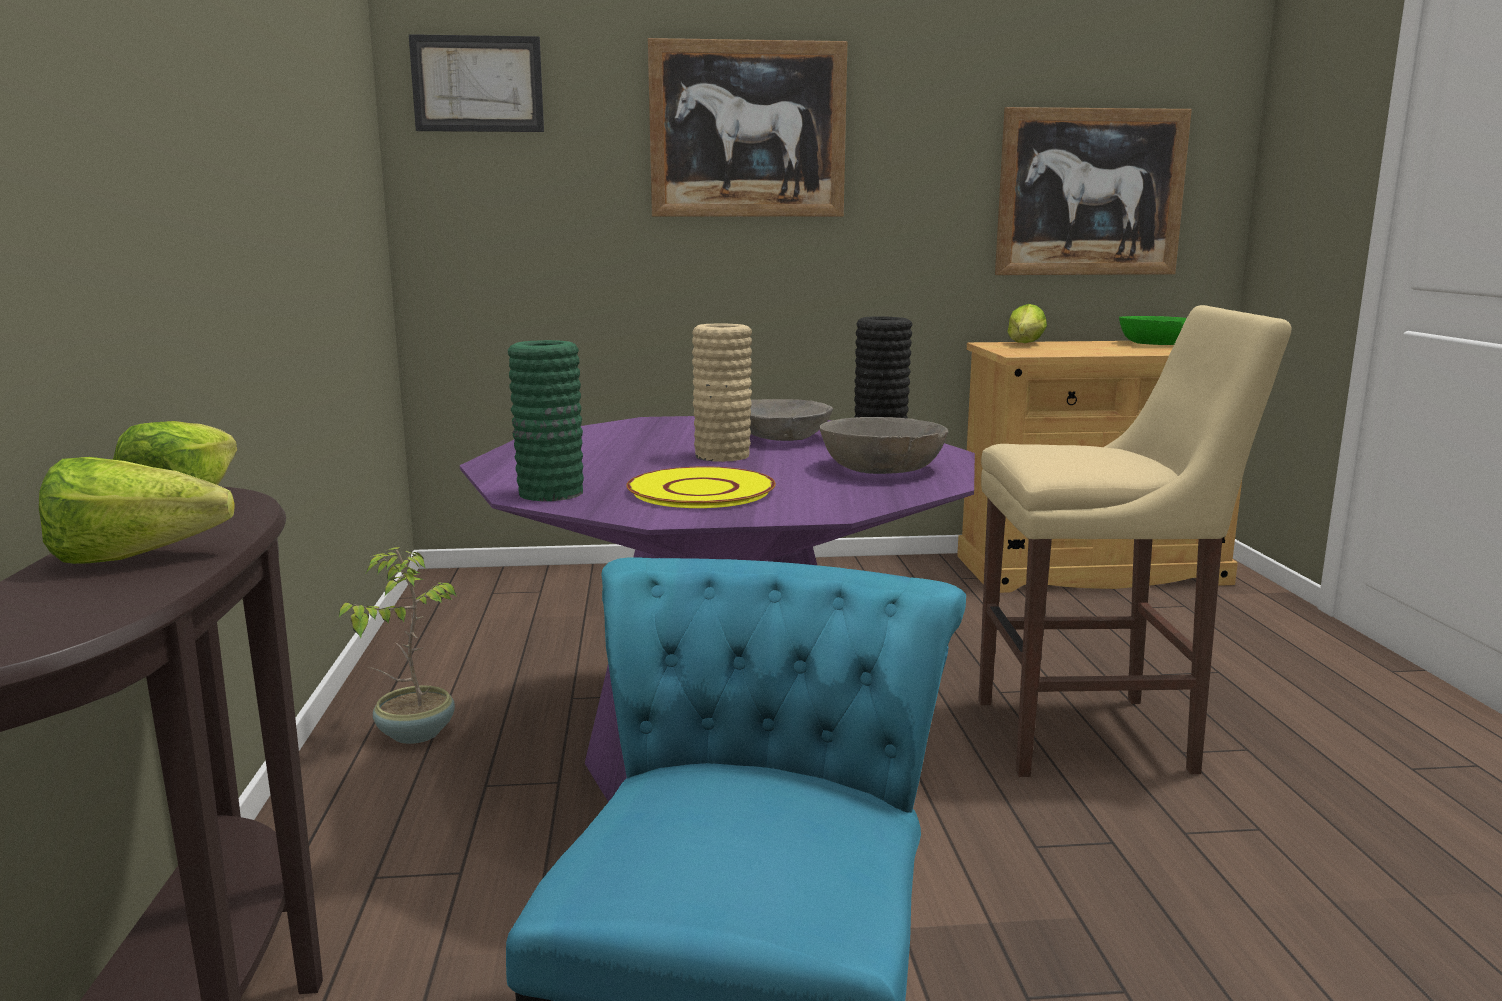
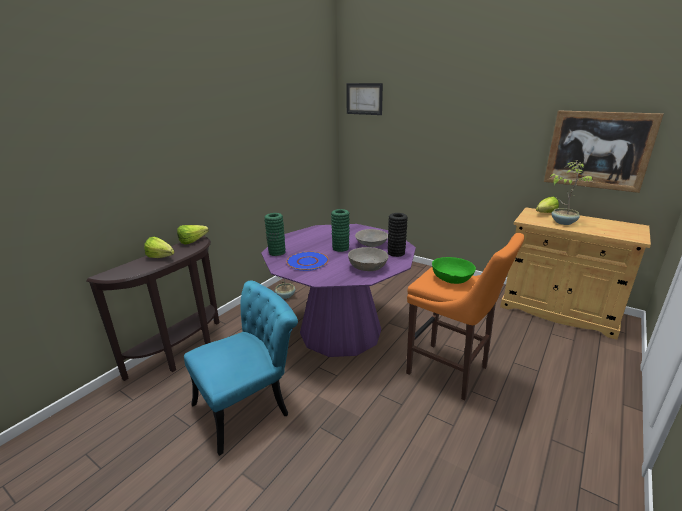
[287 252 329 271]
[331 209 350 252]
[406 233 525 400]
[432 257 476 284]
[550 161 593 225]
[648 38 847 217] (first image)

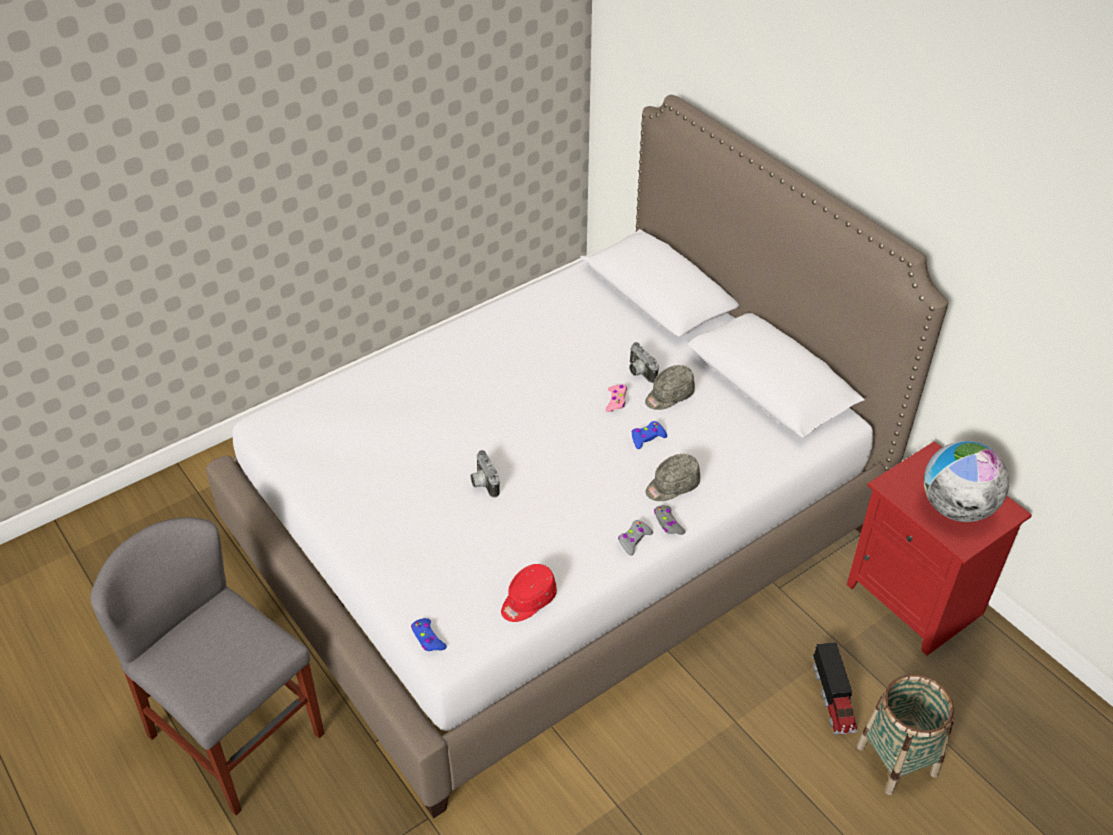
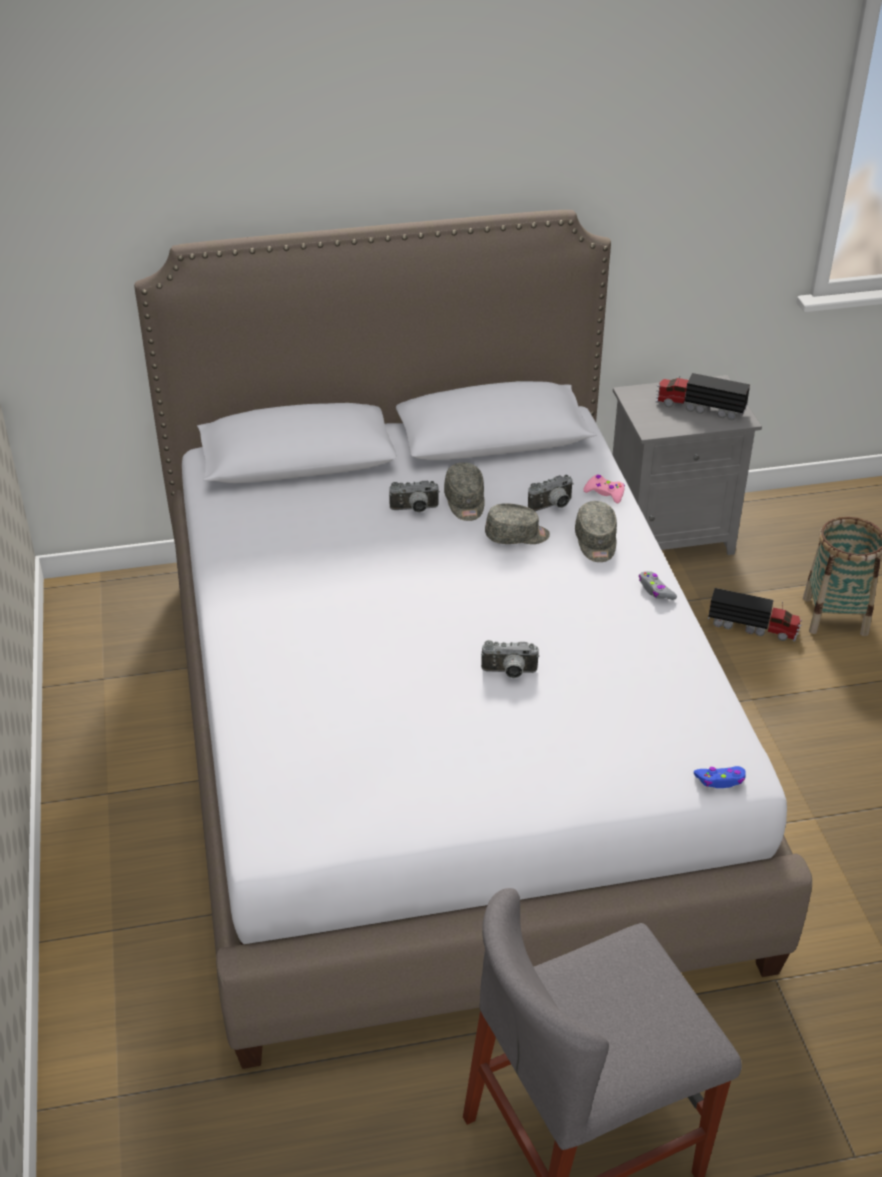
[485 503 550 544]
[528 474 574 511]
[583 475 625 503]
[613 375 762 555]
[655 373 750 420]
[501 564 557 622] (first image)
[654 505 685 535] (first image)

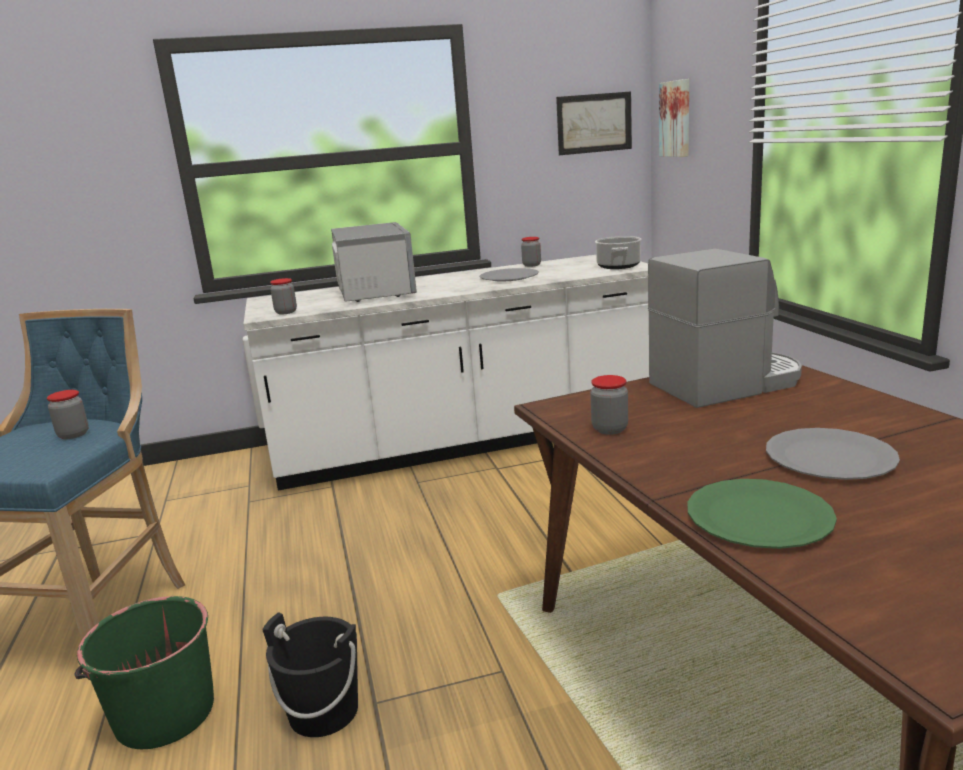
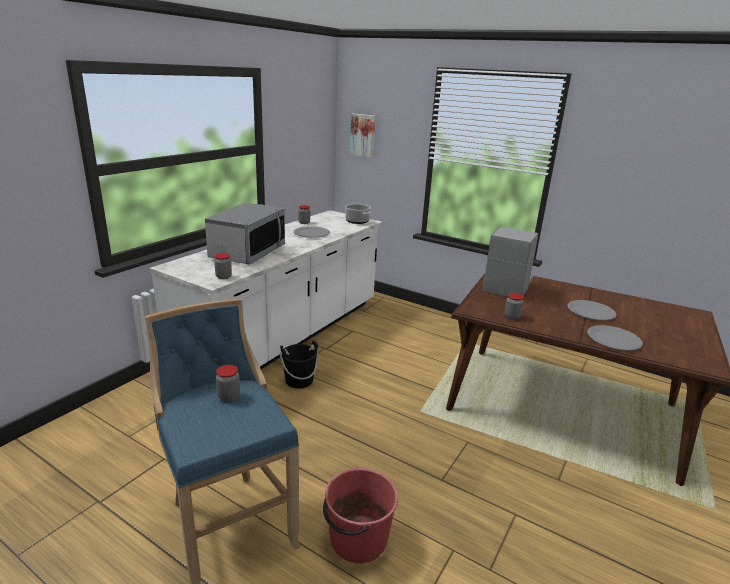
[205 202 285 265]
[280 341 318 388]
[323 468 398 563]
[587 325 643 351]
[556 92 632 155] (first image)

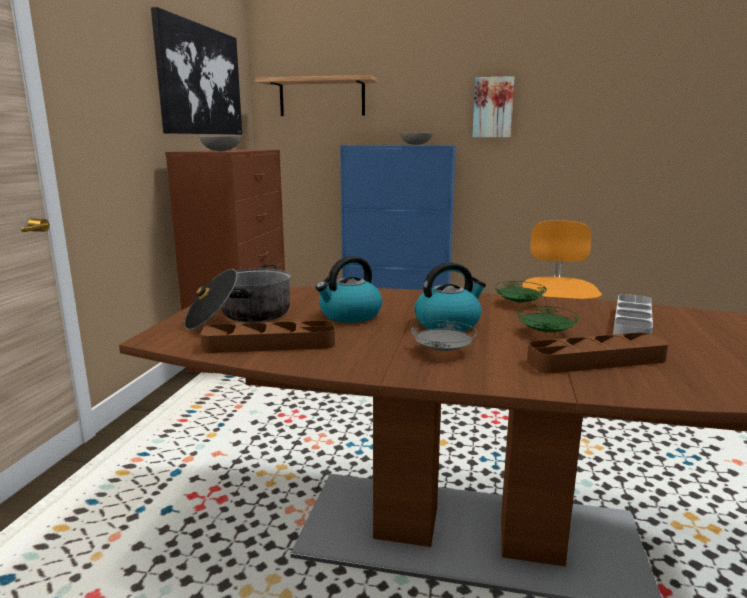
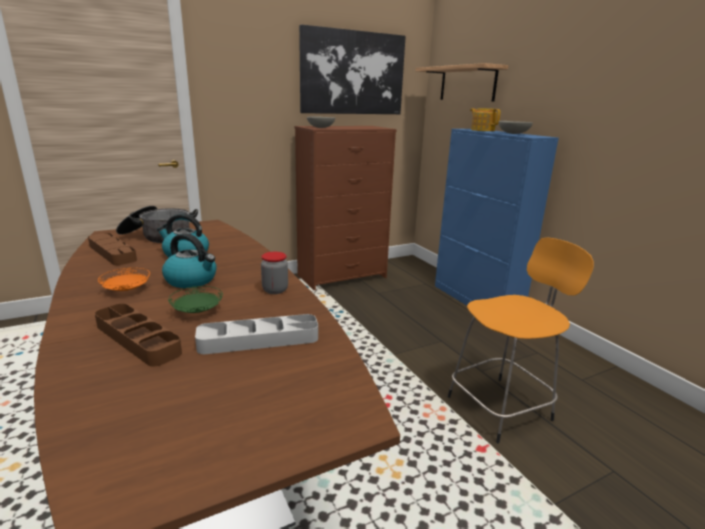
[98 268 150 291]
[261 252 288 294]
[470 108 500 131]
[472 76 515 137] (first image)

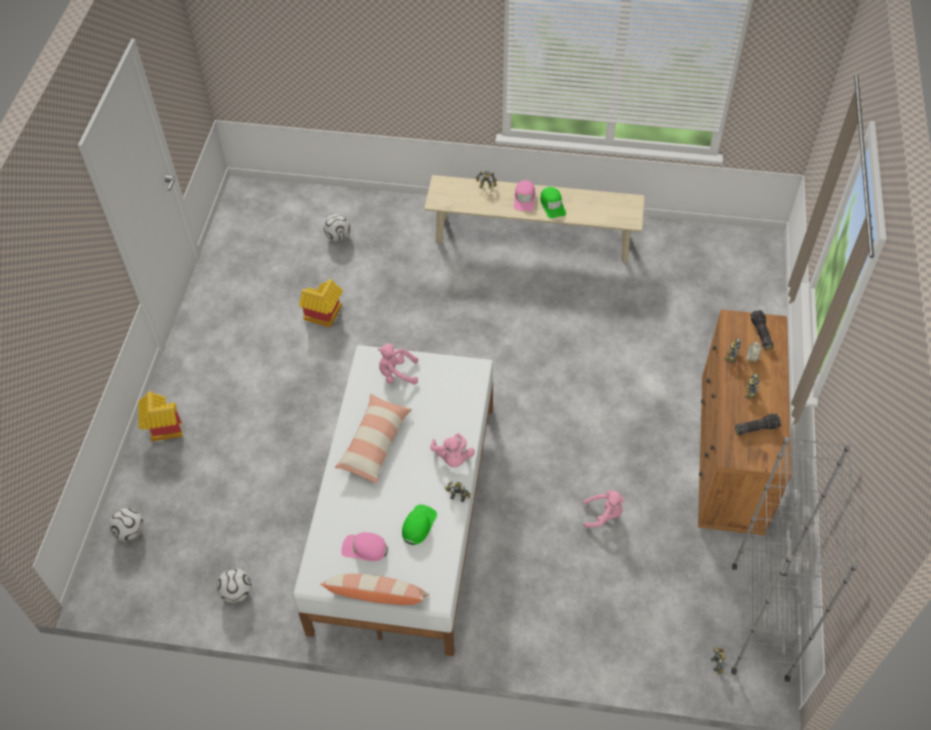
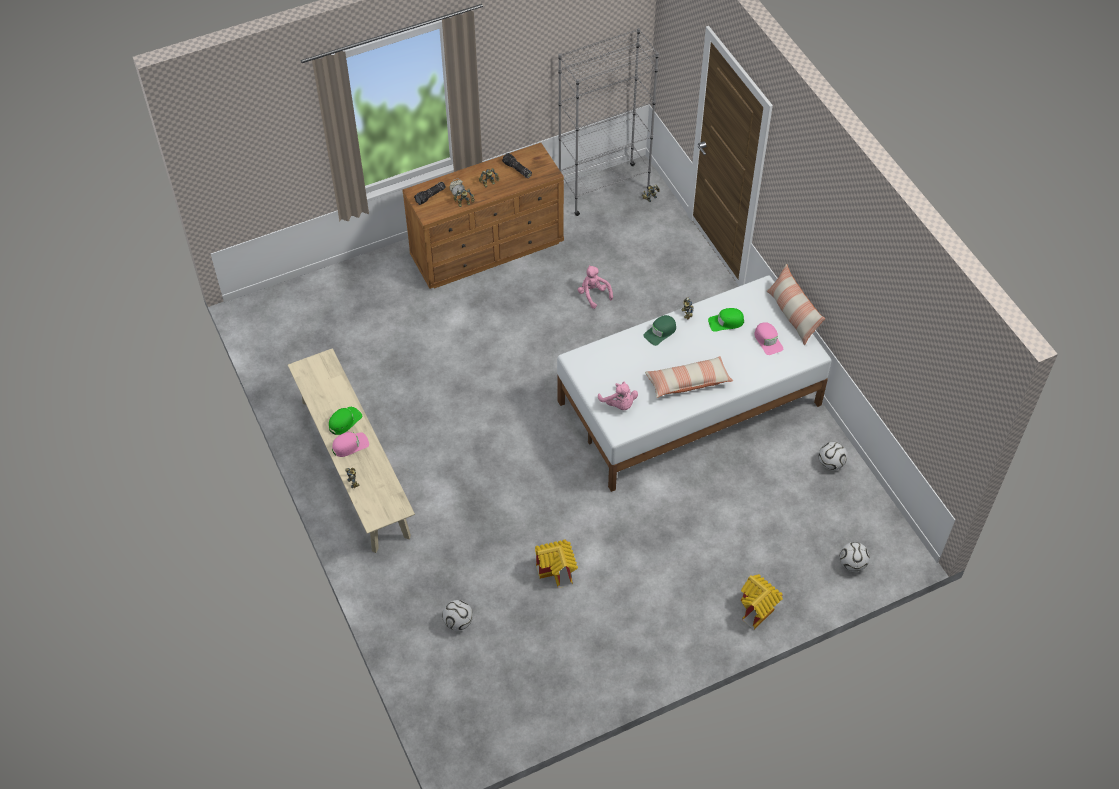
[643 315 676 346]

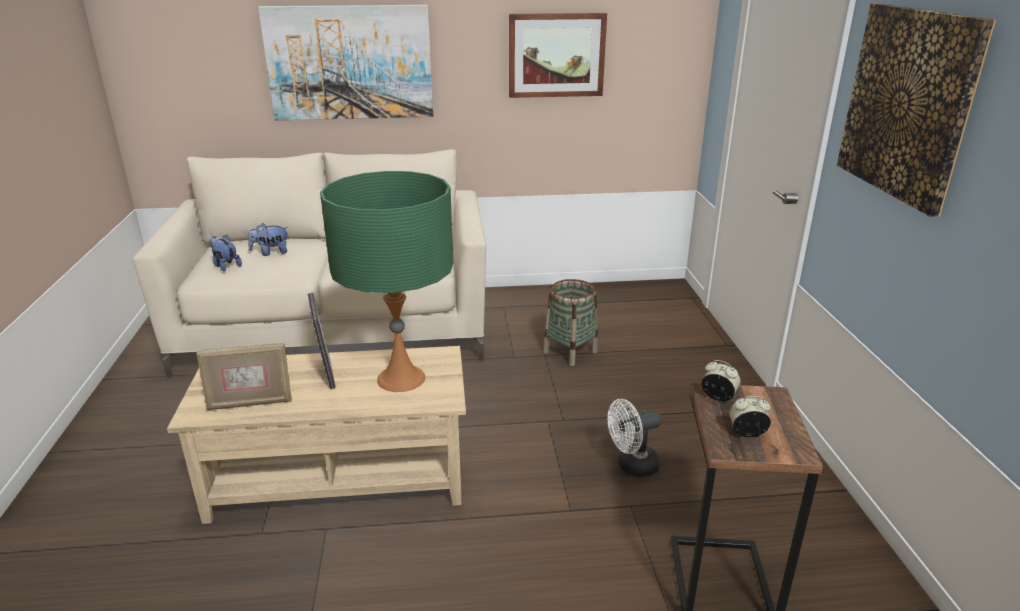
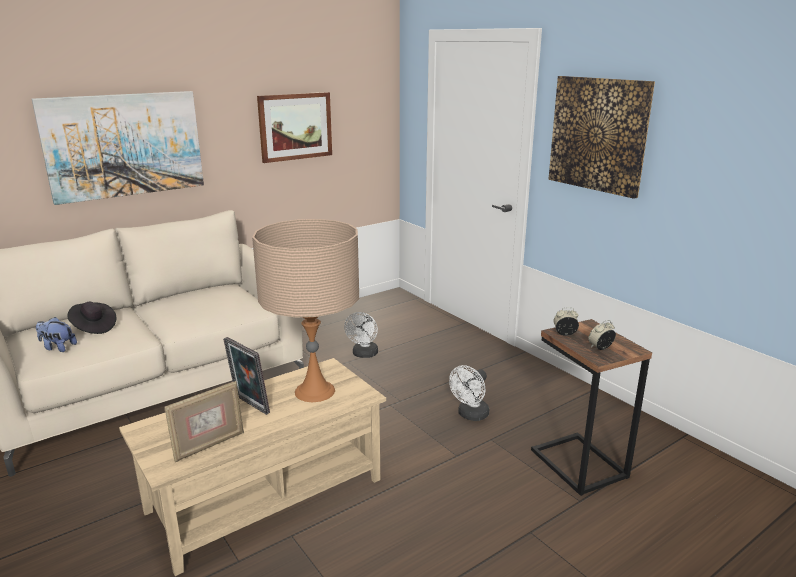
[67 302 116 334]
[252 219 359 402]
[344 312 378 358]

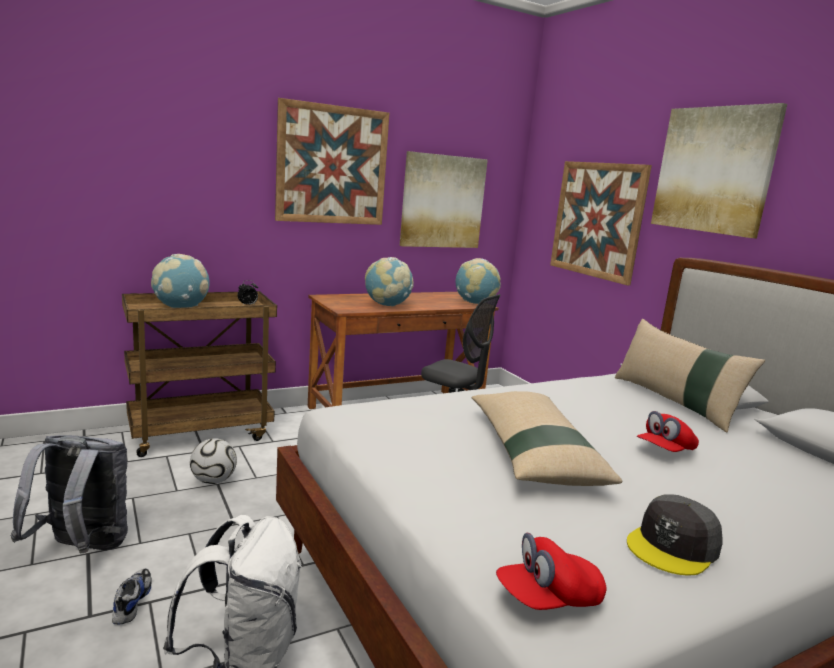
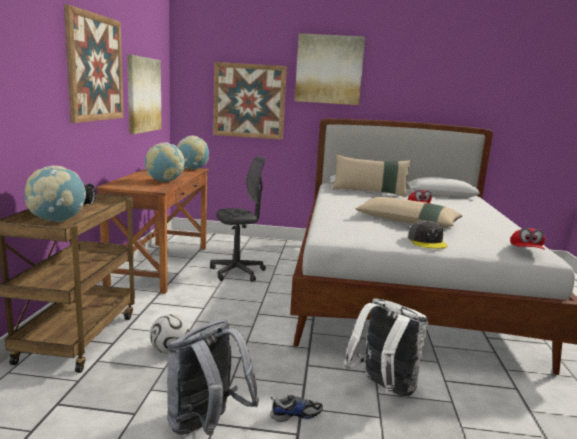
[270 395 323 422]
[408 220 448 249]

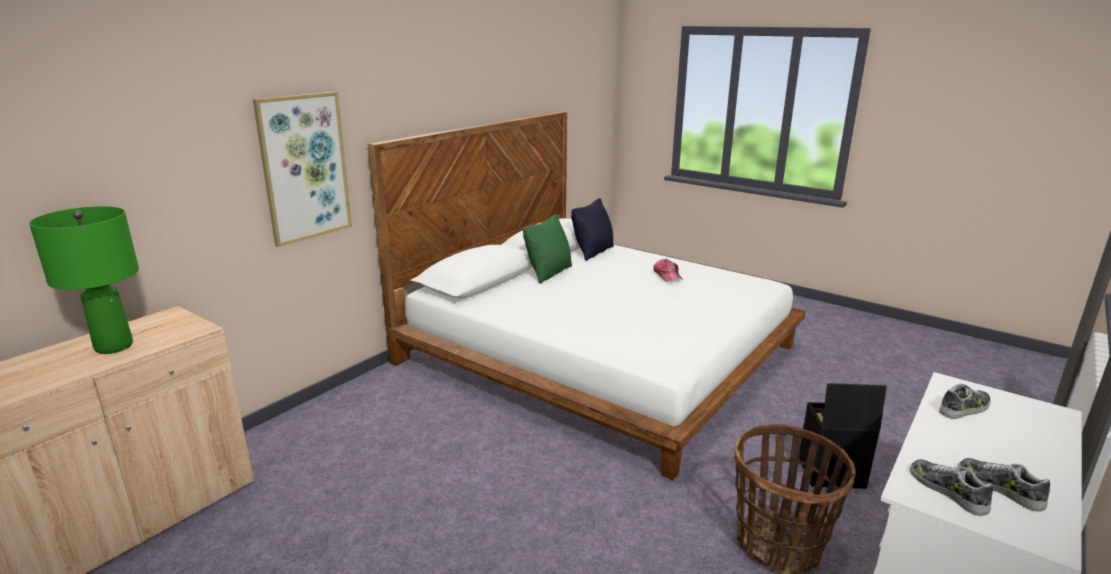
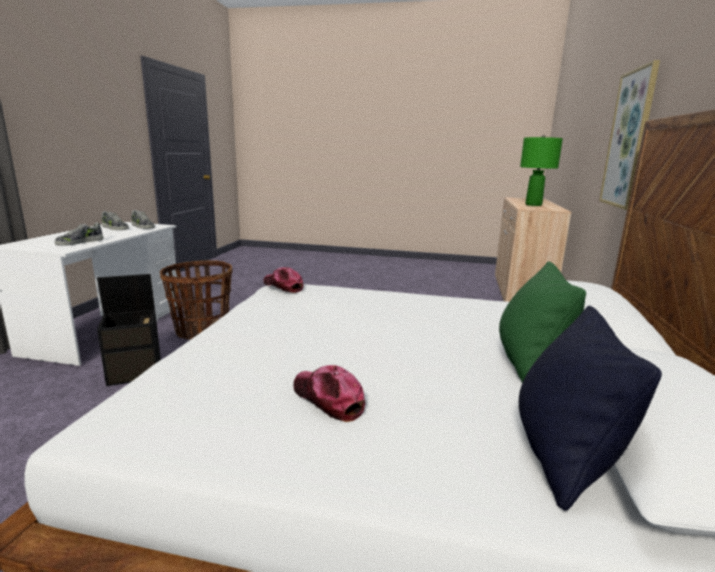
[263 267 304 293]

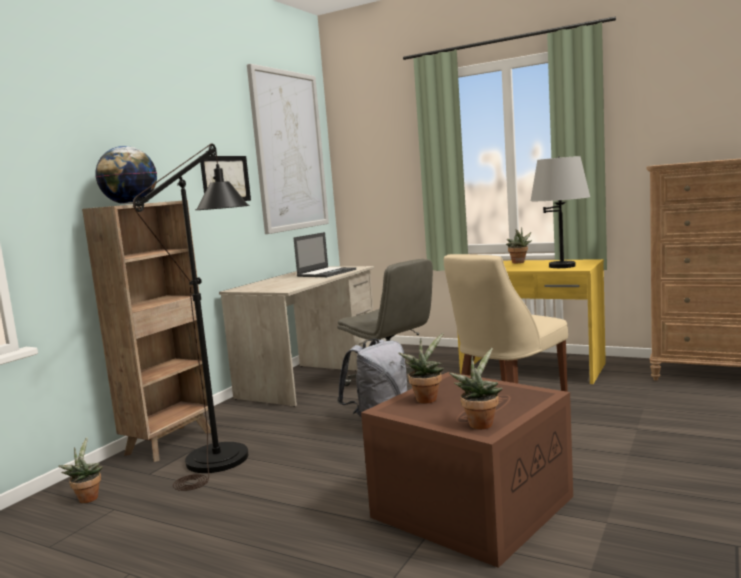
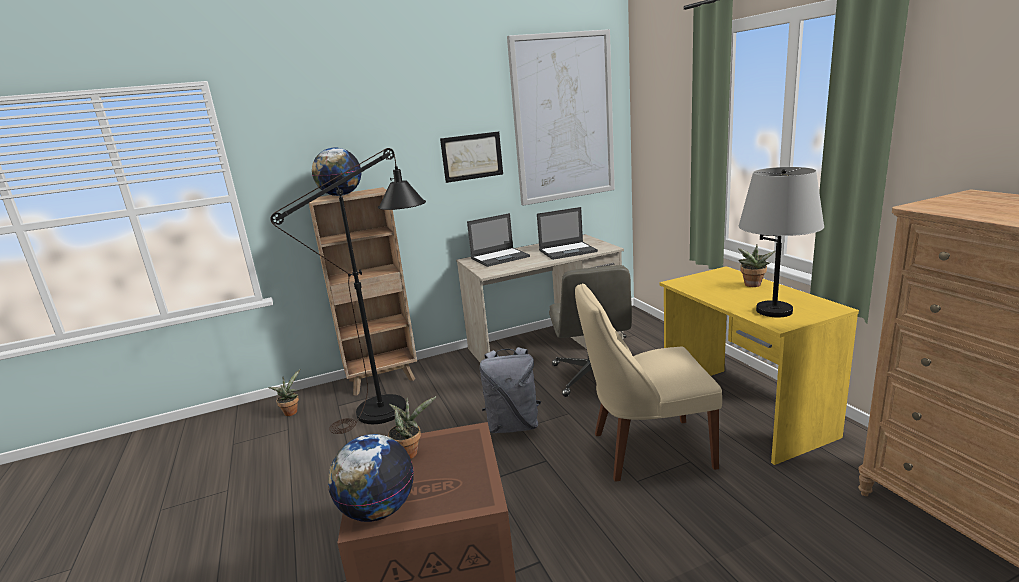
[328 434 414 522]
[467 213 530 267]

